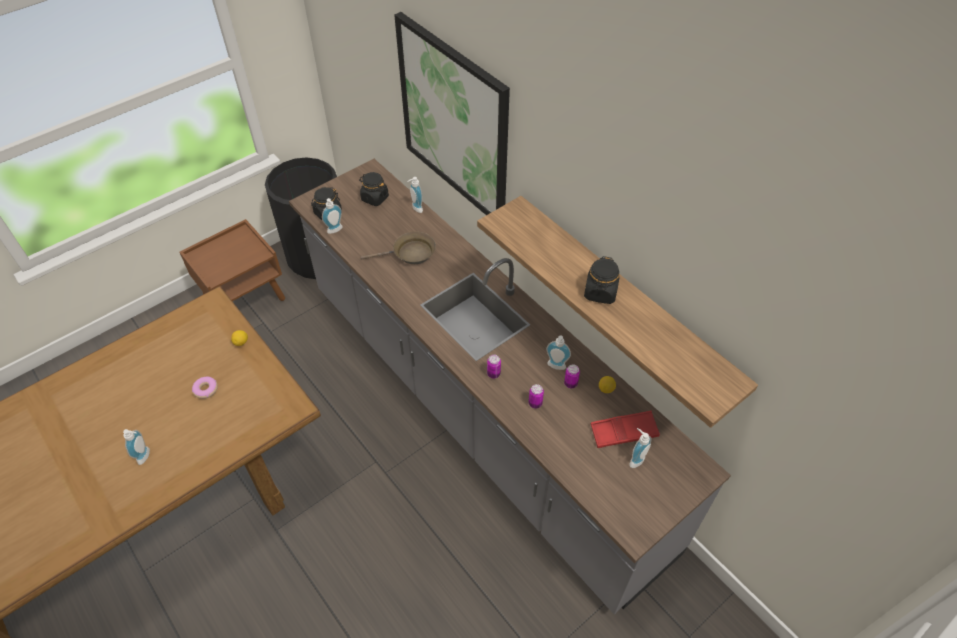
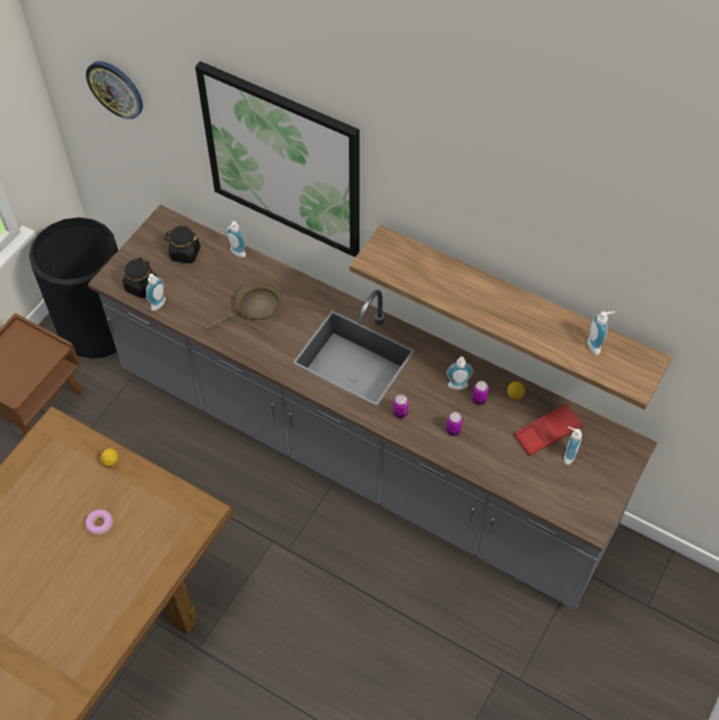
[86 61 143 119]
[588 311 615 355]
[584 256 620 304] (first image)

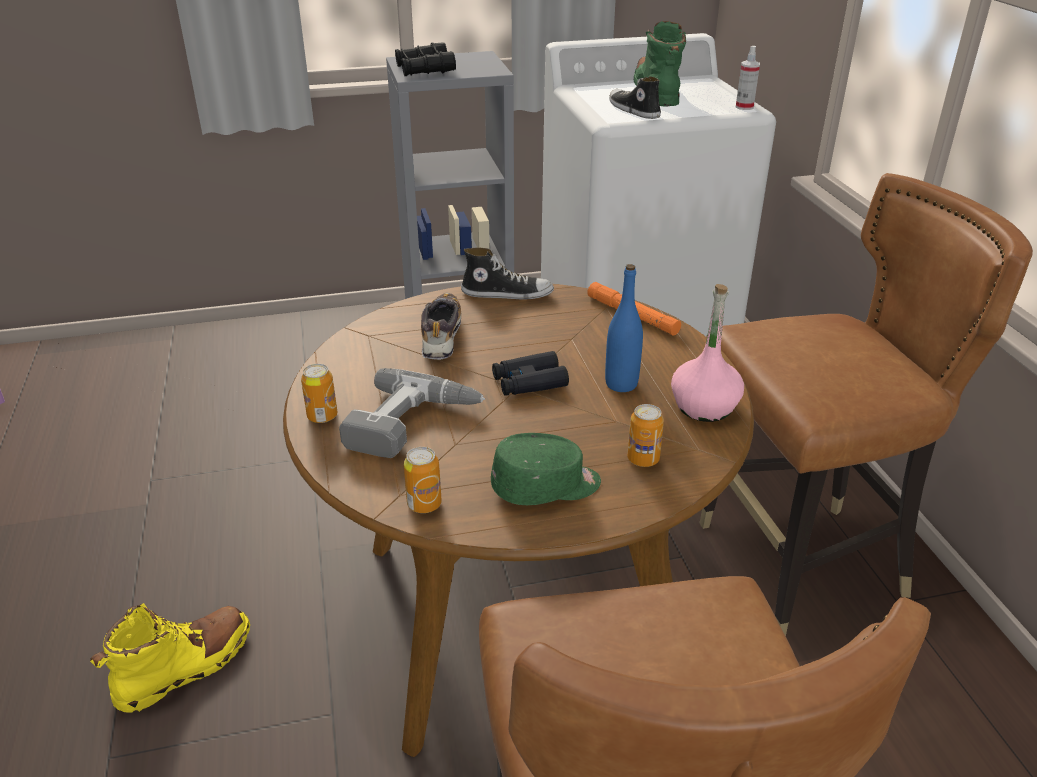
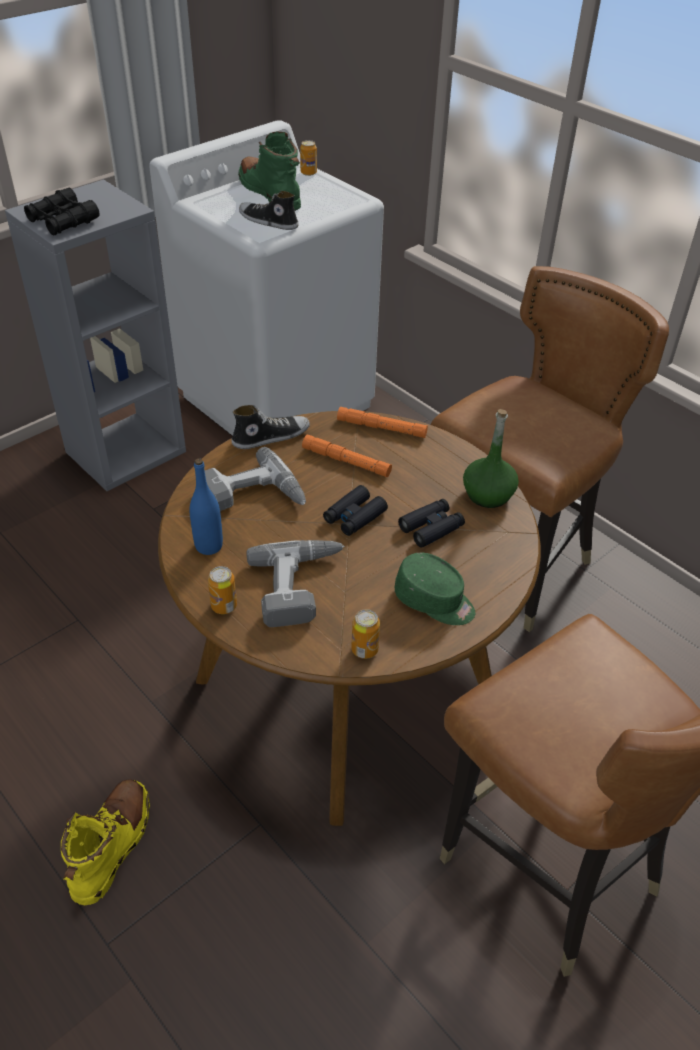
[189 459 223 555]
[205 447 306 511]
[300 140 317 176]
[302 435 392 477]
[395 552 475 625]
[398 499 465 548]
[463 409 519 508]
[736 46 760 110] (first image)

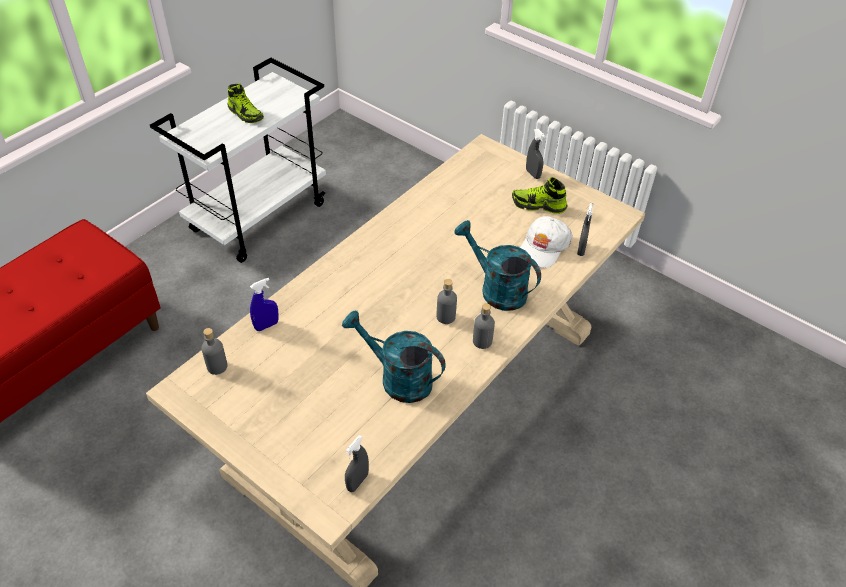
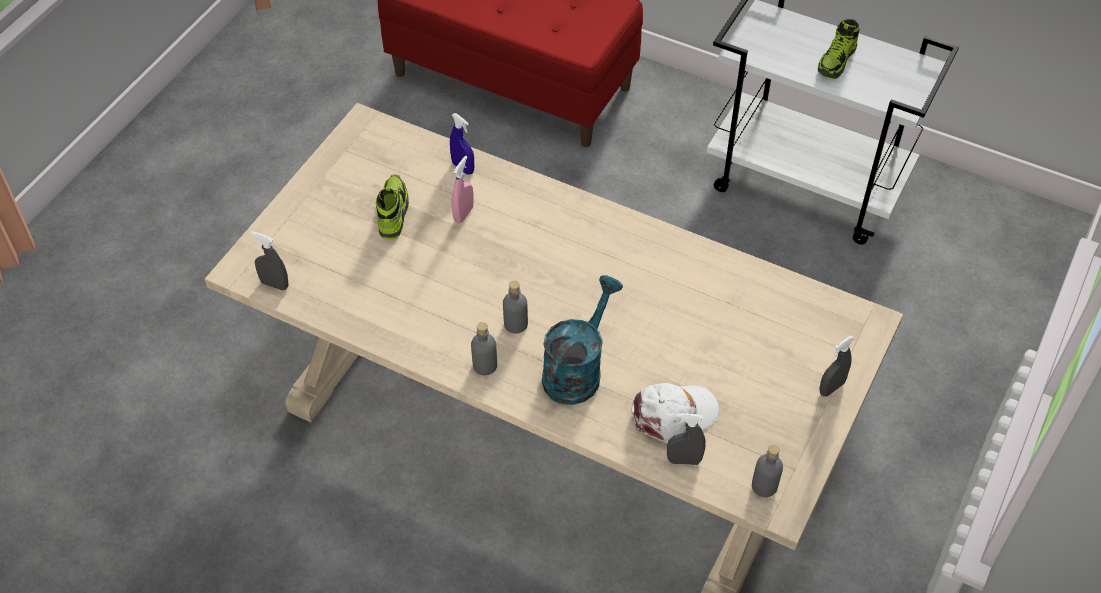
[376 175 409 239]
[452 156 474 223]
[631 383 719 444]
[752 445 783 497]
[342 310 446 403] (first image)

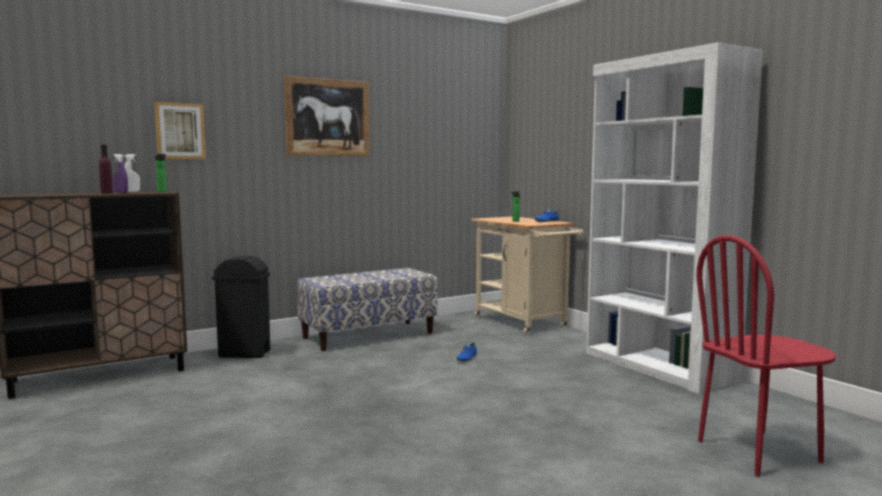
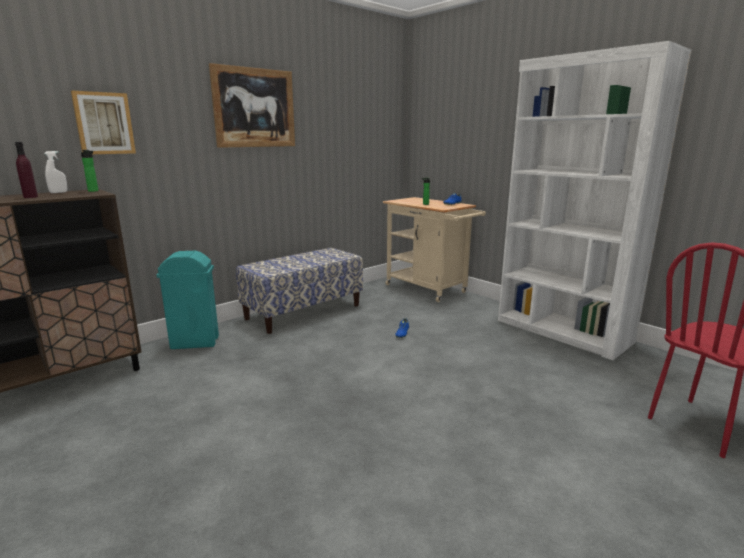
[156 251 219 349]
[113 154 128 193] (first image)

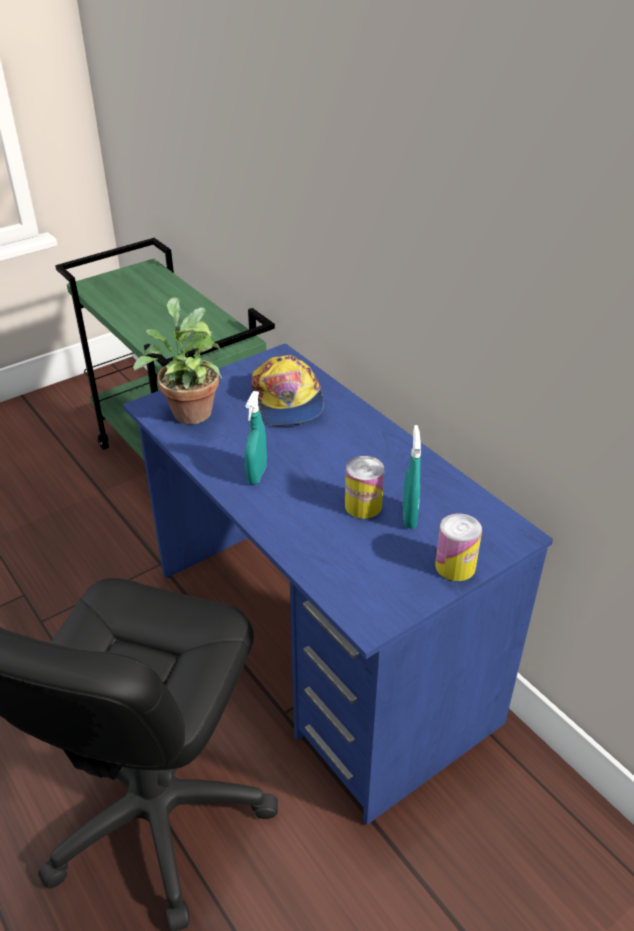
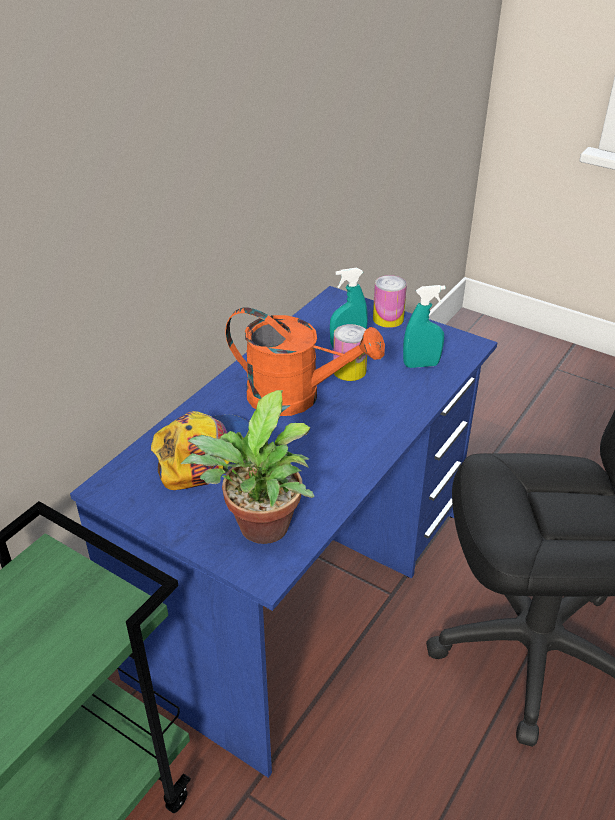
[225 307 385 416]
[403 285 446 368]

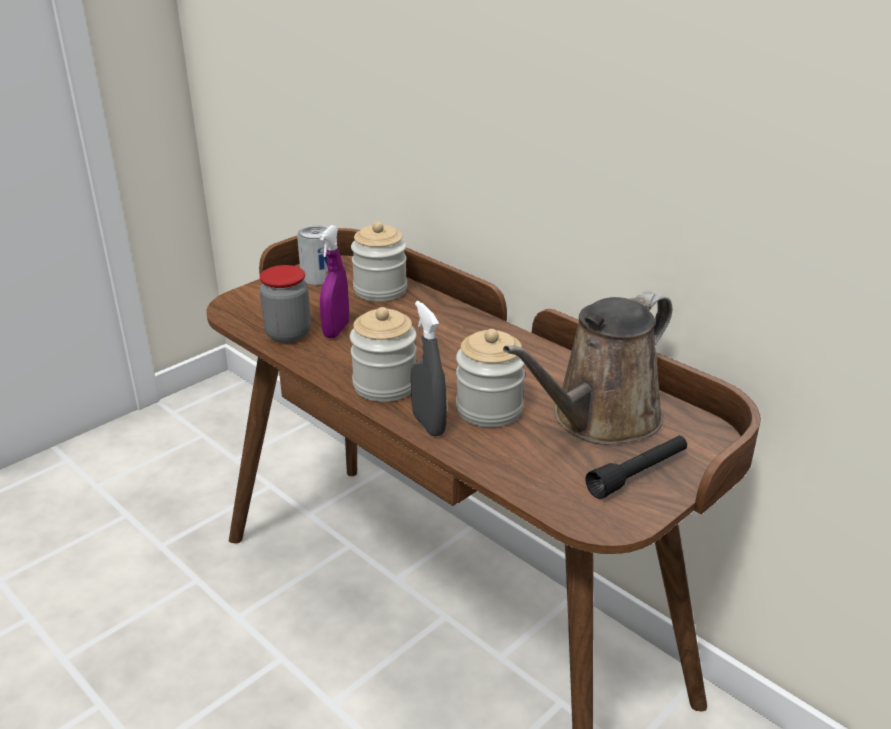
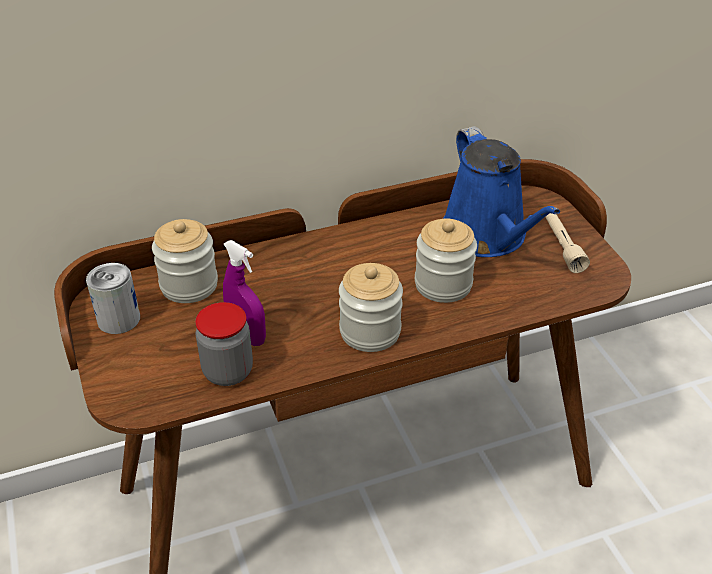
[443 126 560 257]
[545 213 590 273]
[411 301 447 437] (first image)

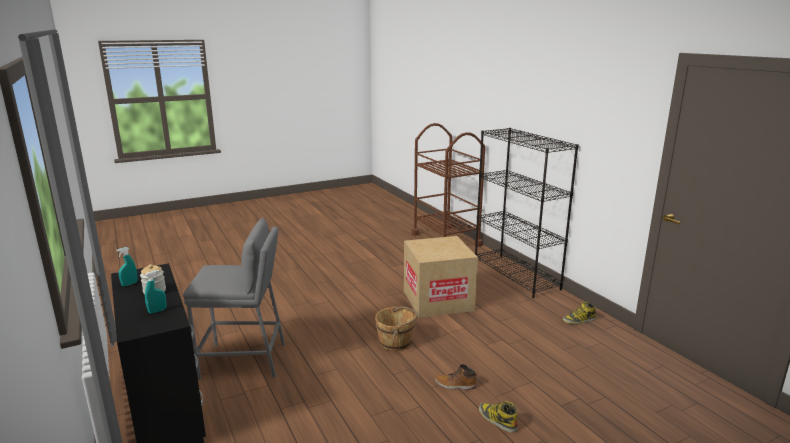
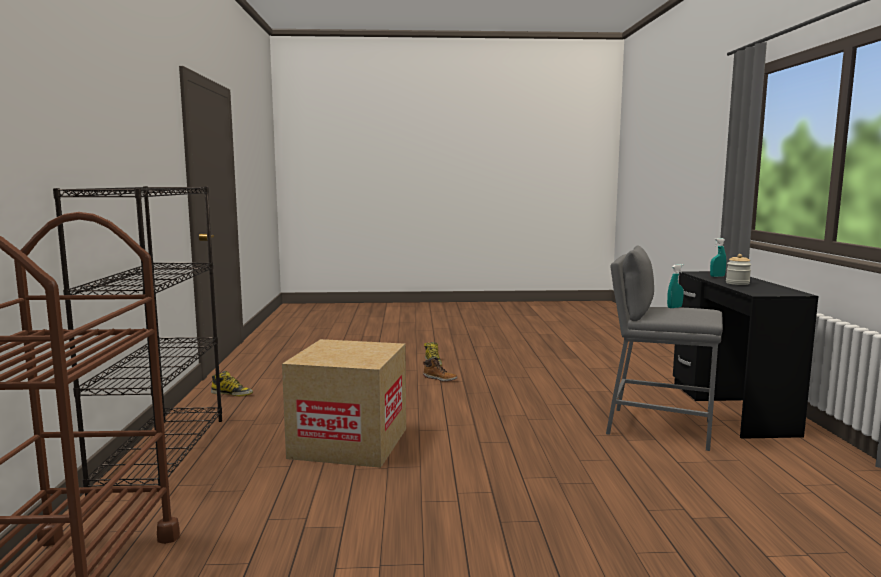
[667 264 684 308]
[375 306 418 351] (first image)

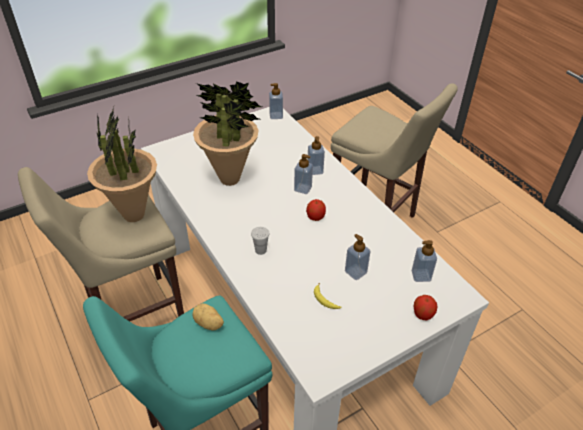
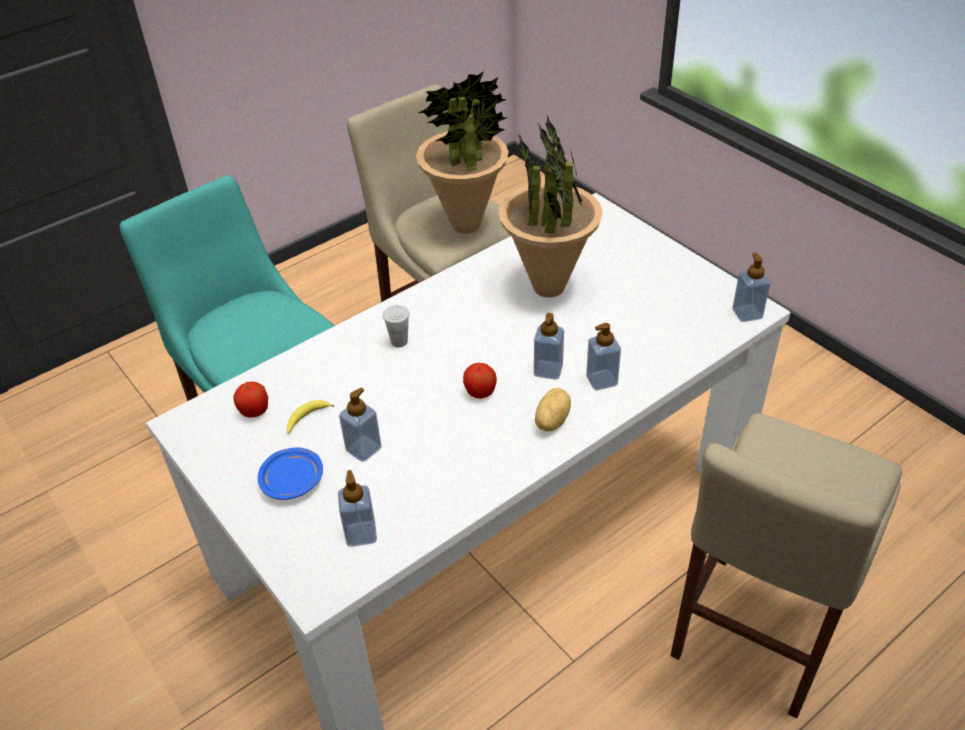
[233 382 268 418]
[258 448 323 500]
[535 388 571 431]

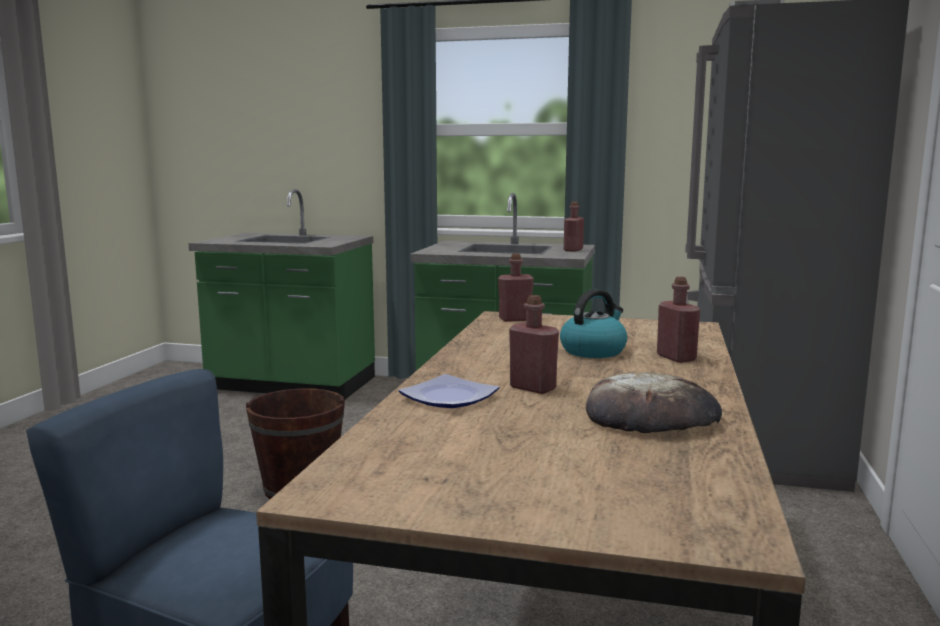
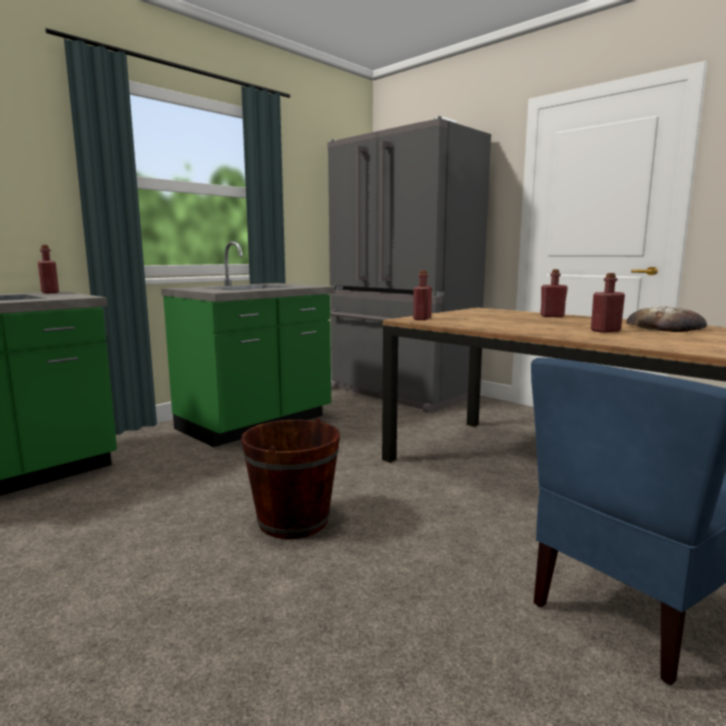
[38 245 59 294]
[398 374 499 408] (first image)
[560 289 627 358] (first image)

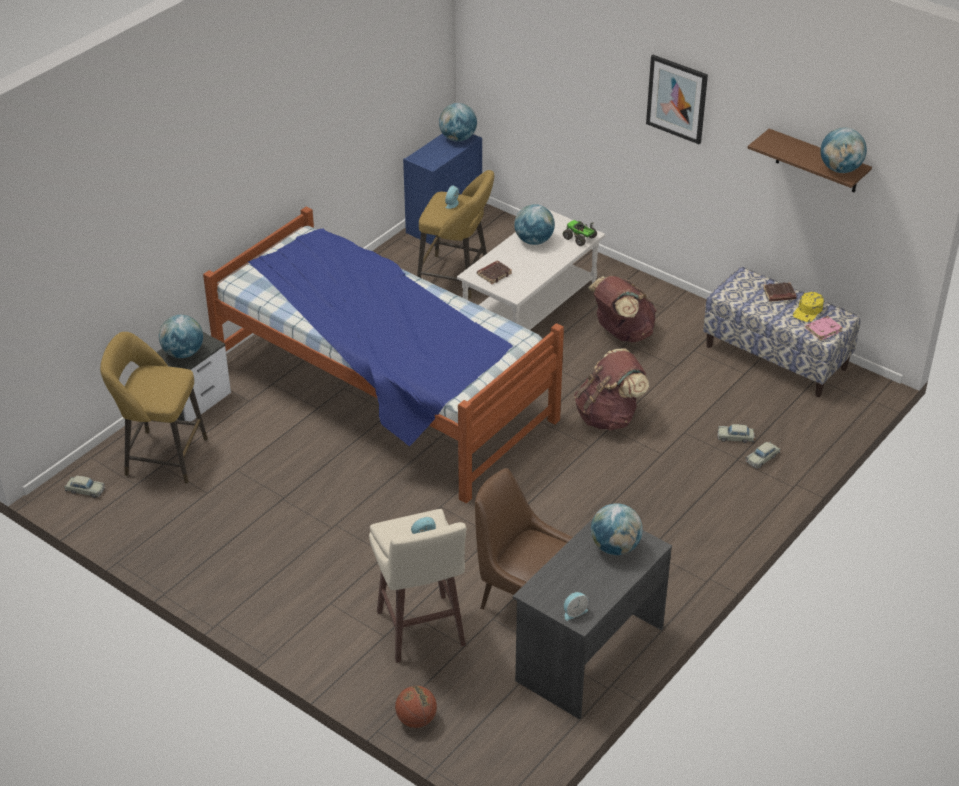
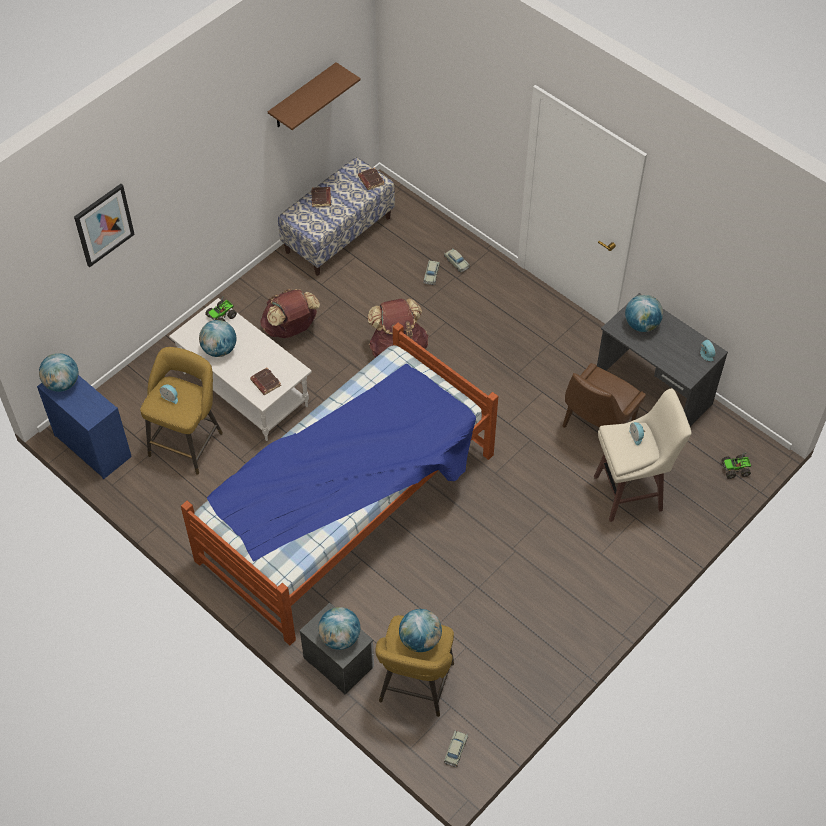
[74 184 135 267]
[358 167 384 190]
[399 609 442 652]
[721 452 751 479]
[395 686 437 728] (first image)
[793 292 824 322] (first image)

